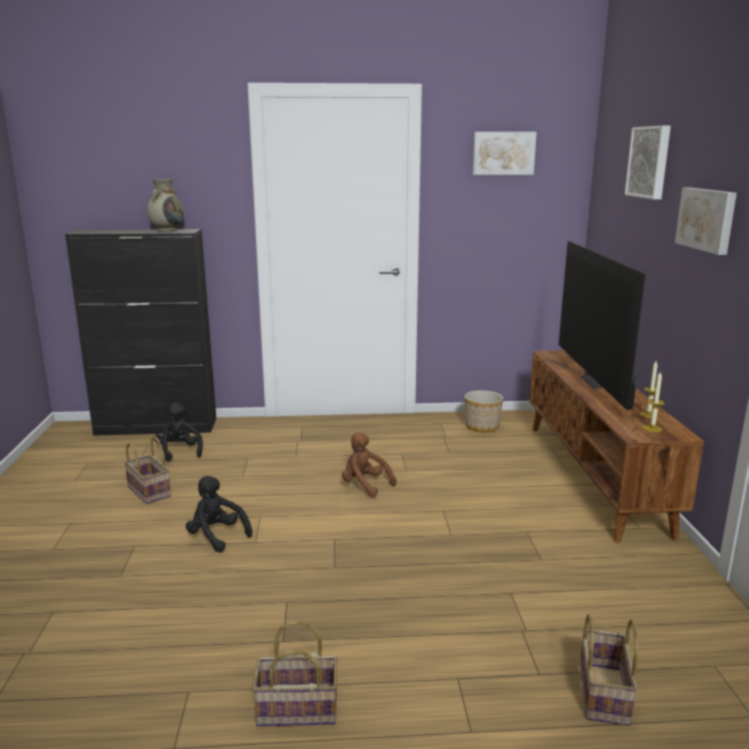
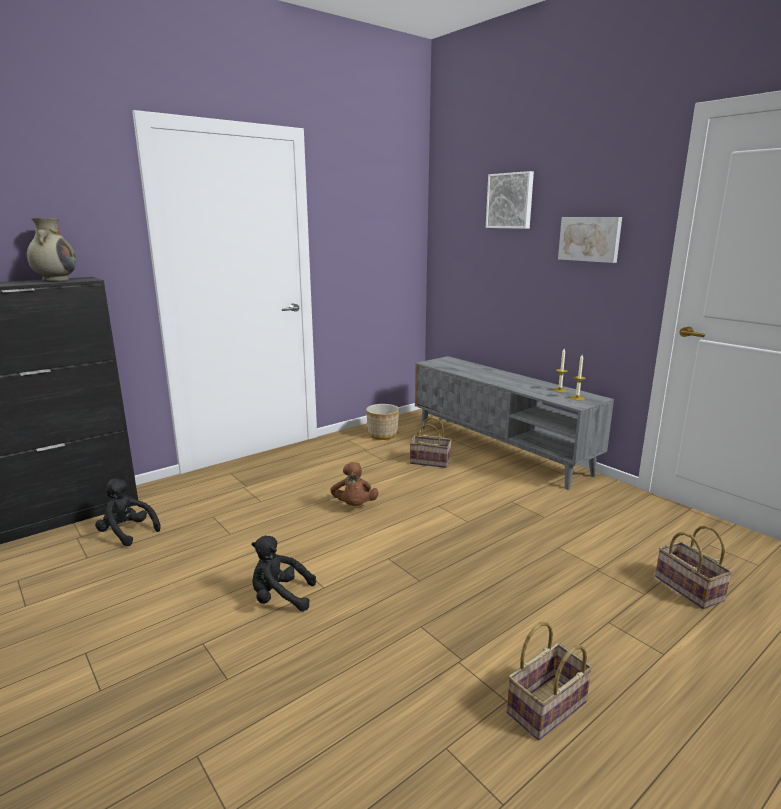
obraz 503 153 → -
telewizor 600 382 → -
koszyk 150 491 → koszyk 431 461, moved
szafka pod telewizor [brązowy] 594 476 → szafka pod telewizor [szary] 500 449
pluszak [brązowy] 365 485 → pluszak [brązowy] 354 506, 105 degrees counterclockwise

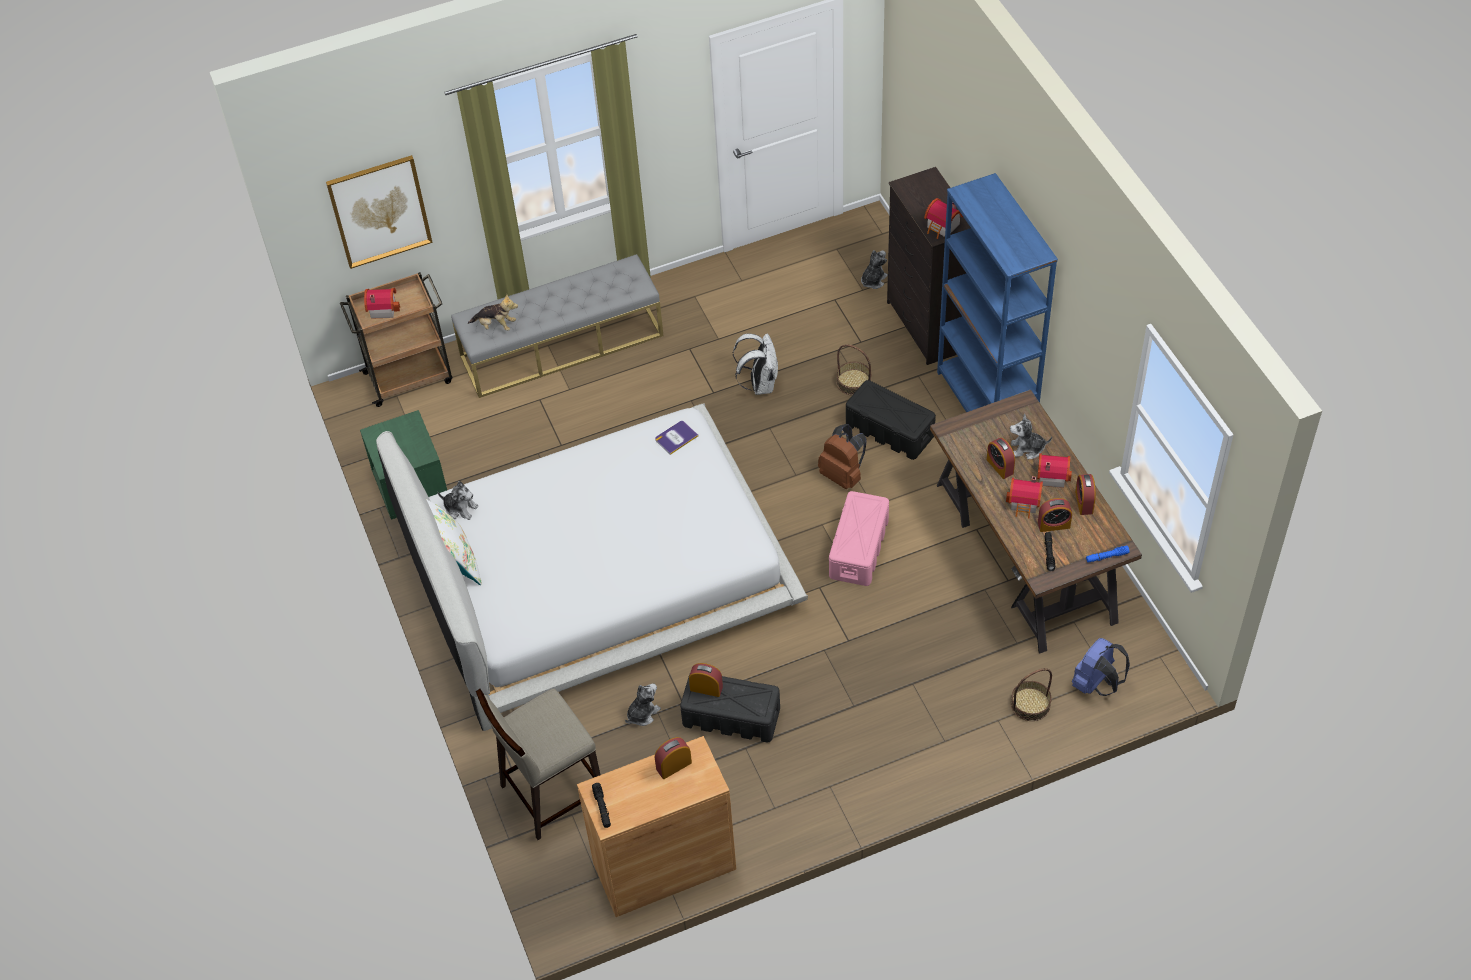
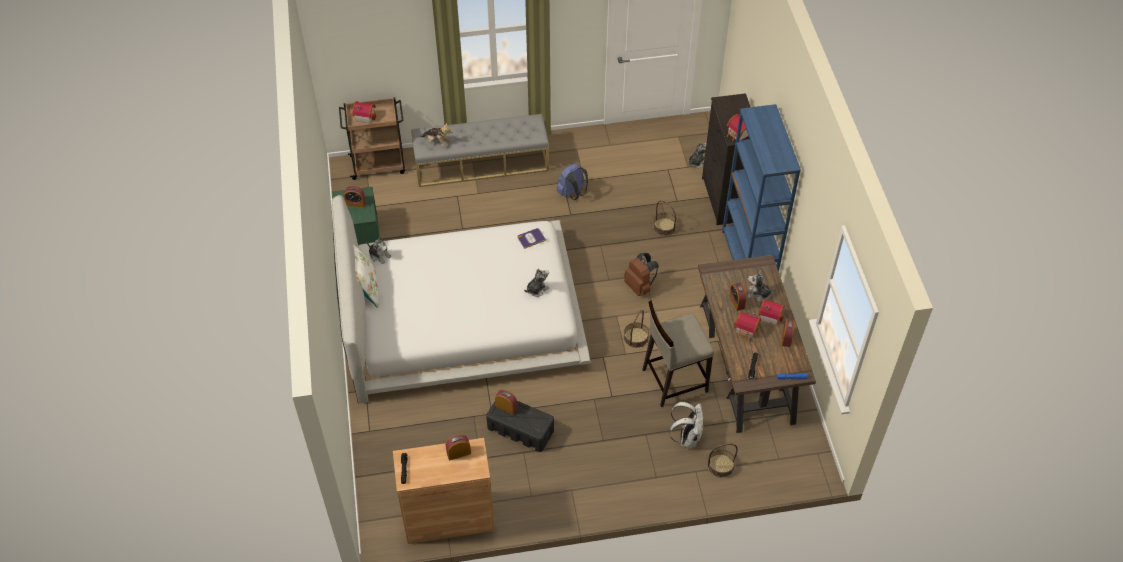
obraz 379 211 → -
pojemnik do przechowywania [czarny] 890 431 → -
stołek [beżowy] 551 792 → stołek [beżowy] 673 380, moved
pluszak 642 713 → pluszak 537 289, moved
plecak [biały] 760 384 → plecak [biały] 687 437, moved
budzik 1053 525 → budzik 355 203, moved
plecak [niebieski] 1096 684 → plecak [niebieski] 572 194, moved
pojemnik do przechowywania [różowy] 858 549 → koszyk 636 337

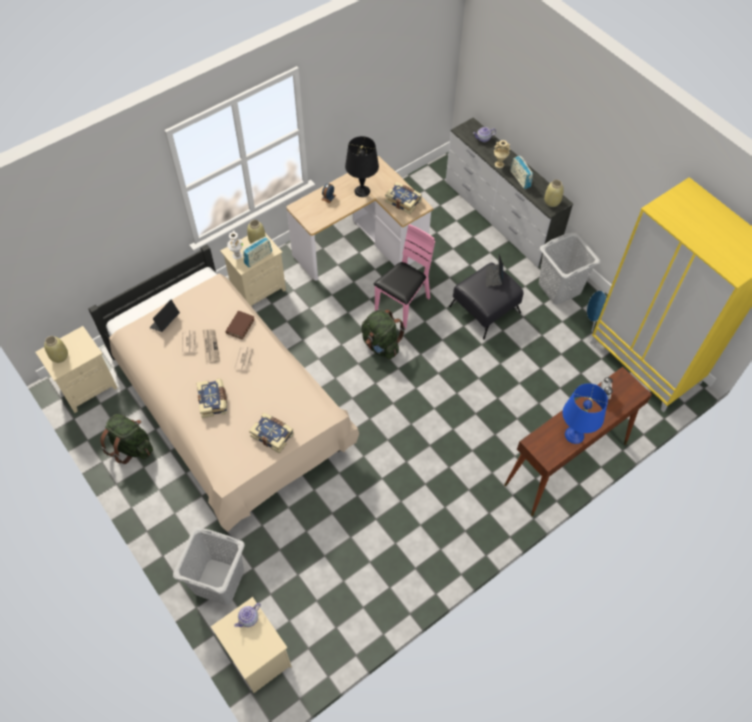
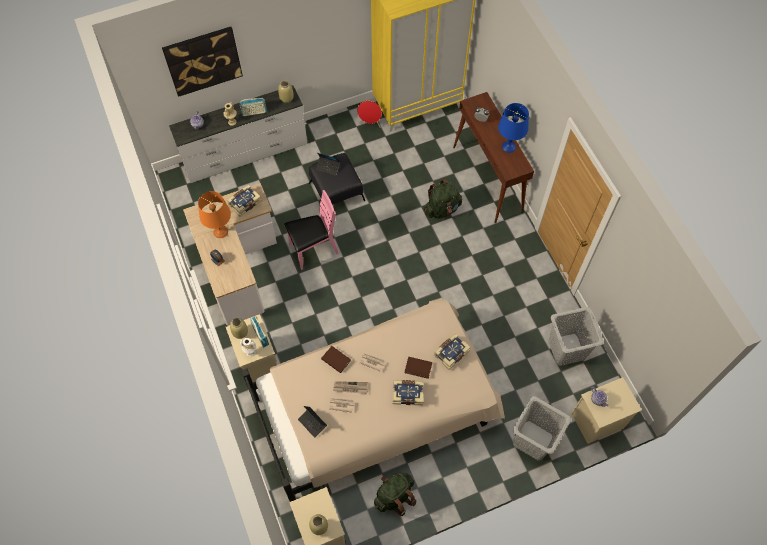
- → obraz 203 61
- → książka [brązowy] 418 368
plecak [zielony] 381 345 → plecak [zielony] 442 209, moved
kosz na pranie [szary] 559 288 → kosz na pranie [szary] 566 349, moved
lampa stołowa [czarny] 362 191 → lampa stołowa [pomarańczowy] 220 231
głośnik [niebieski] 592 320 → głośnik [czerwony] 370 123
krzesło [różowy] 403 305 → krzesło [różowy] 313 249, 105 degrees clockwise

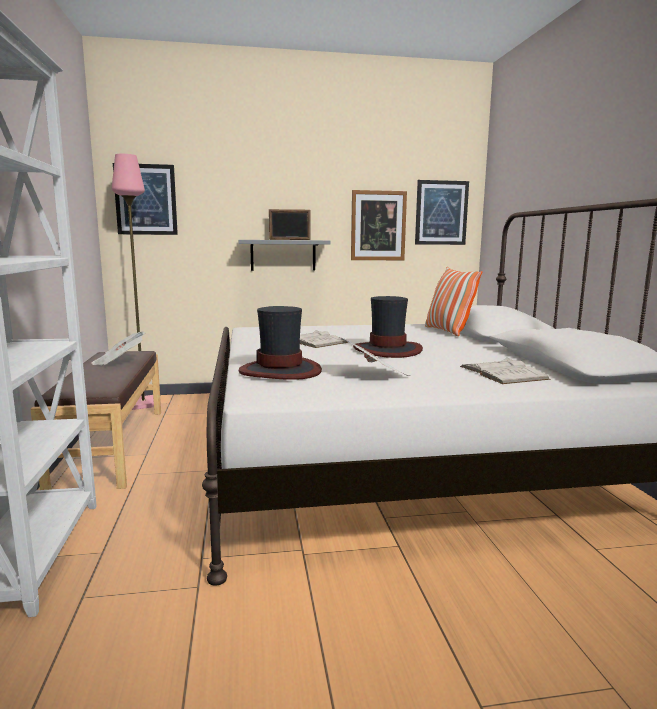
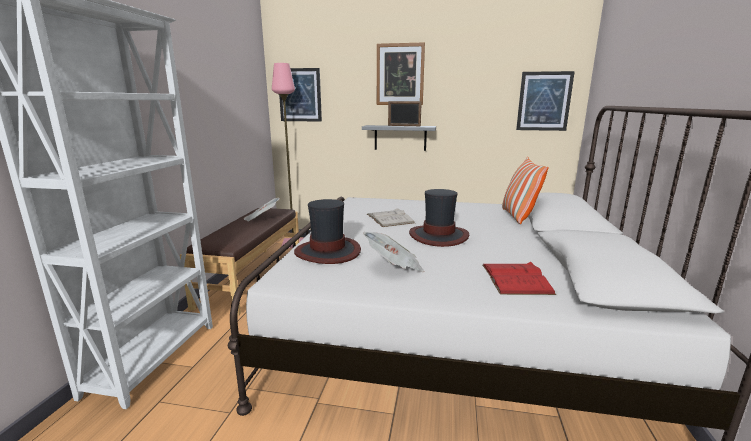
obraz 378 226 → obraz 400 74, moved
książka [biały] 503 373 → książka [czerwony] 516 278

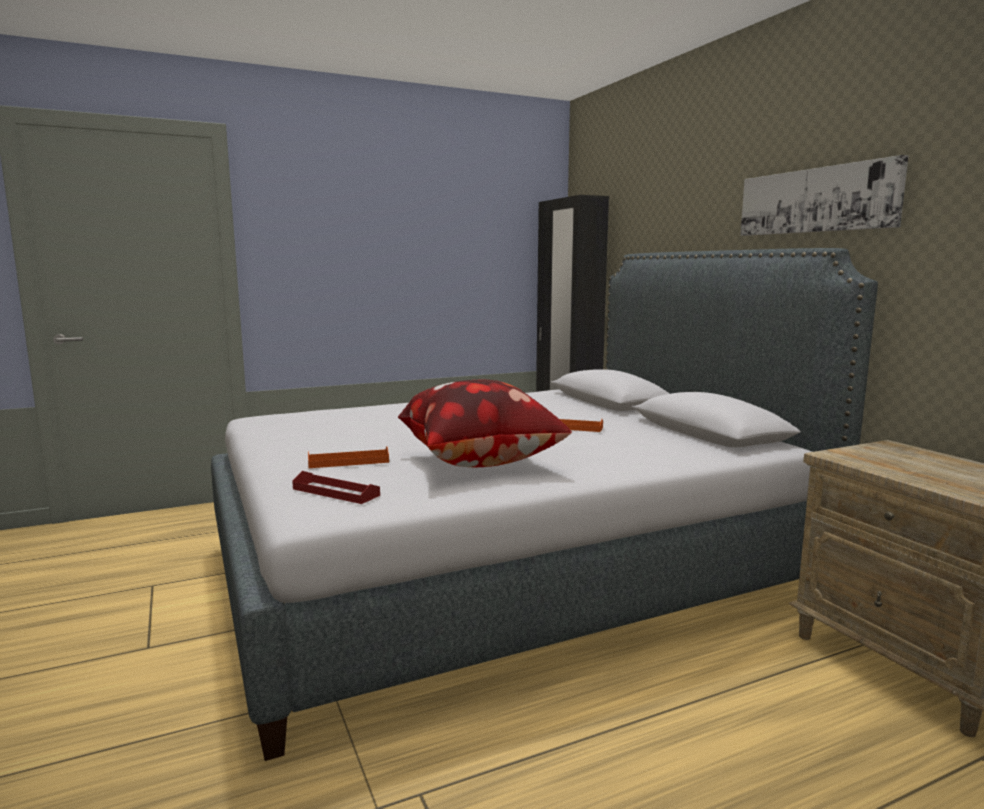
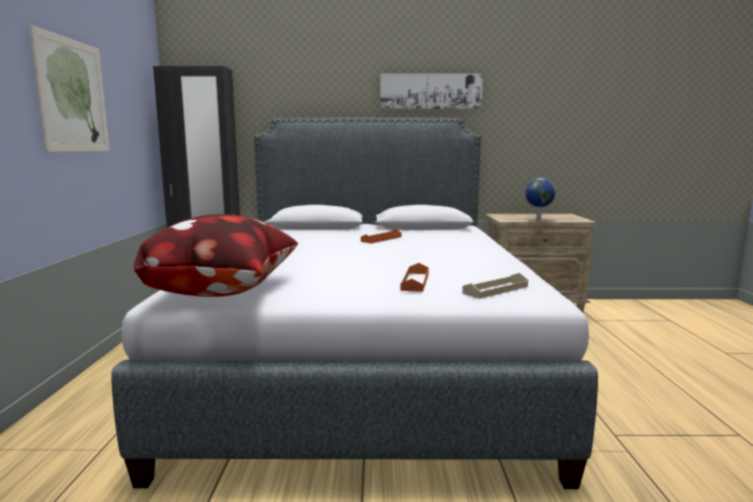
- → obraz 73 96
- → globus 537 220
poduszka 482 464 → poduszka 227 292, moved
taca [czerwony] 335 492 → taca [beżowy] 495 290

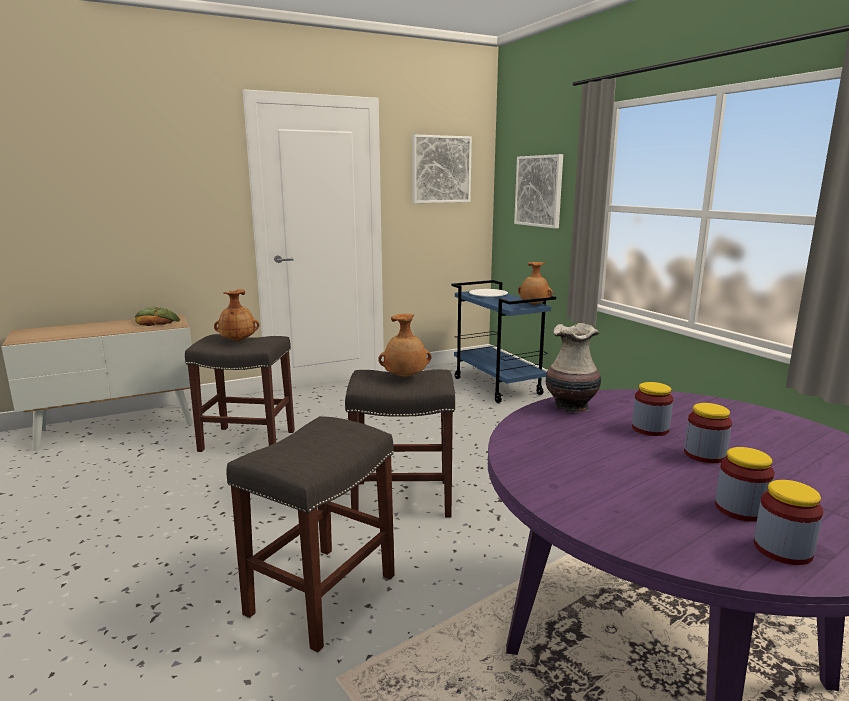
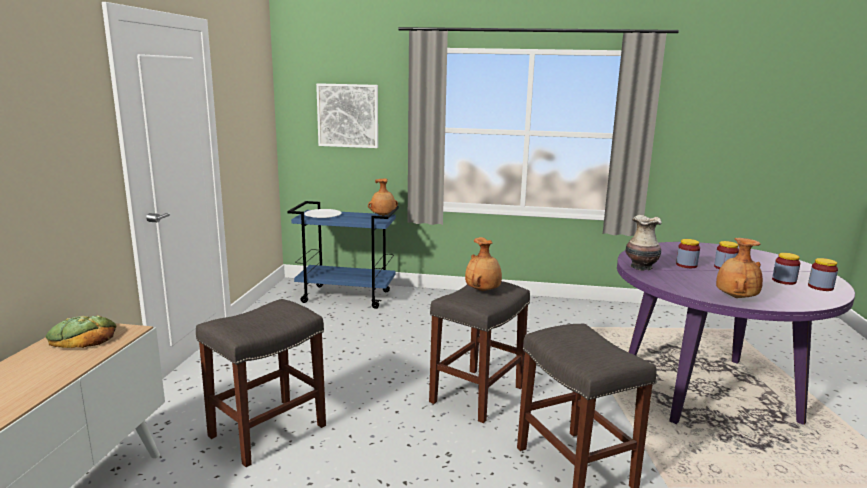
obraz 441 169 → -
wazon [brązowy] 238 340 → wazon [brązowy] 735 297, moved

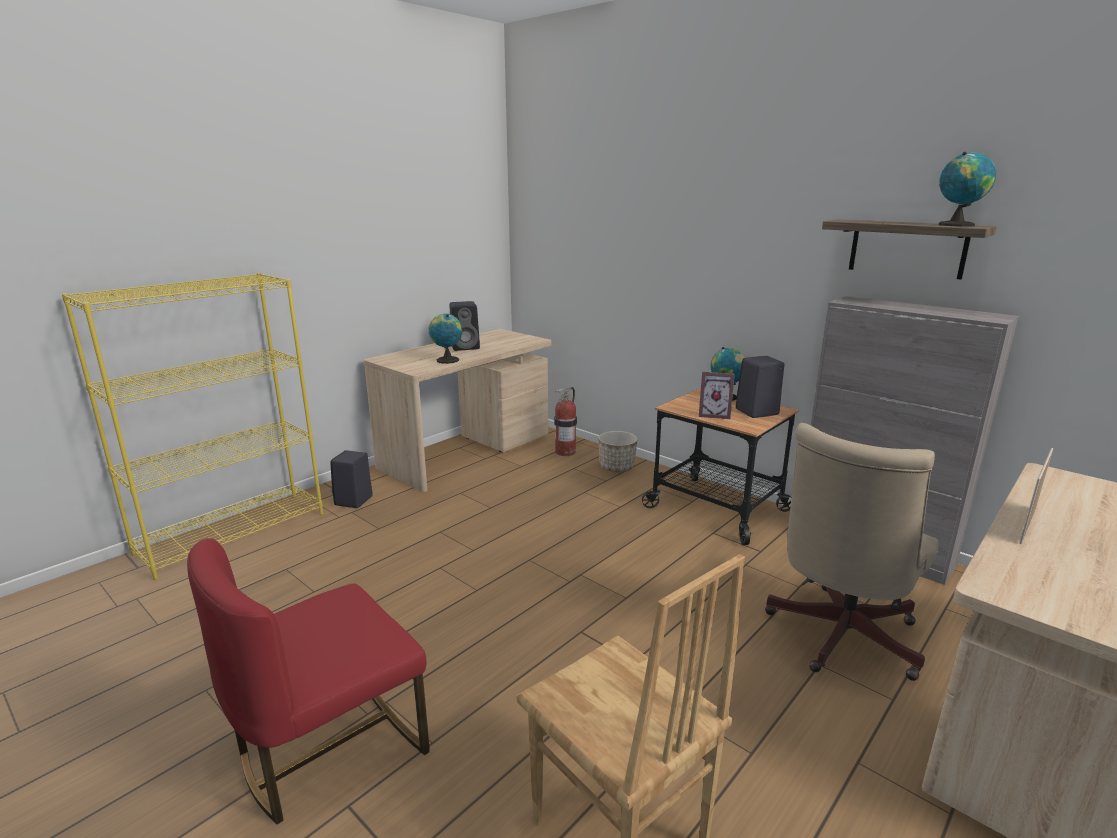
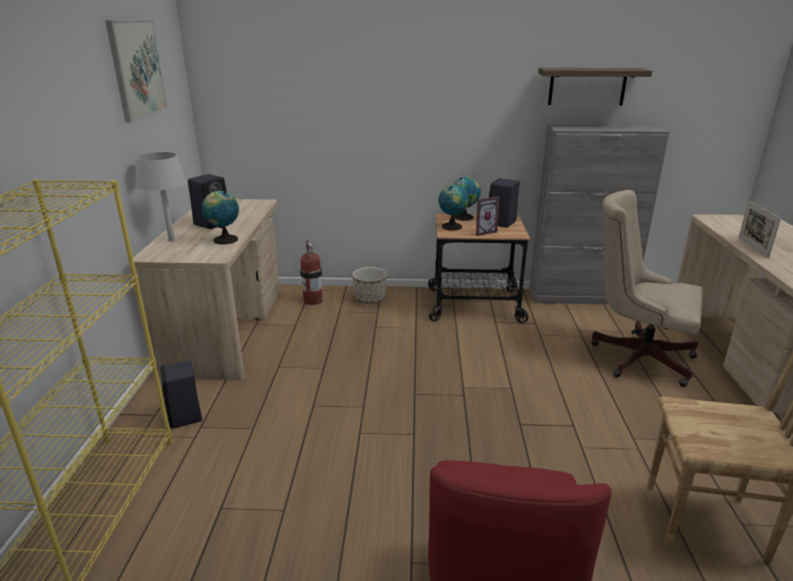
- → obraz 137 69
- → lampa stołowa [szary] 171 240
globus 957 225 → globus 452 226, moved
krzesło biurowe [beżowy] 838 638 → krzesło biurowe [beżowy] 636 356, 120 degrees clockwise

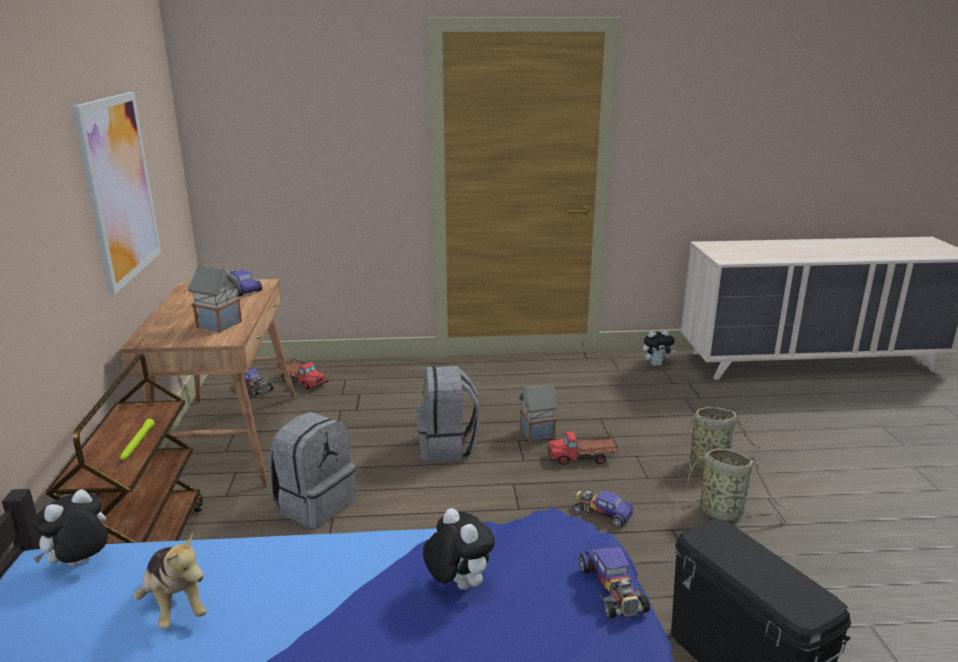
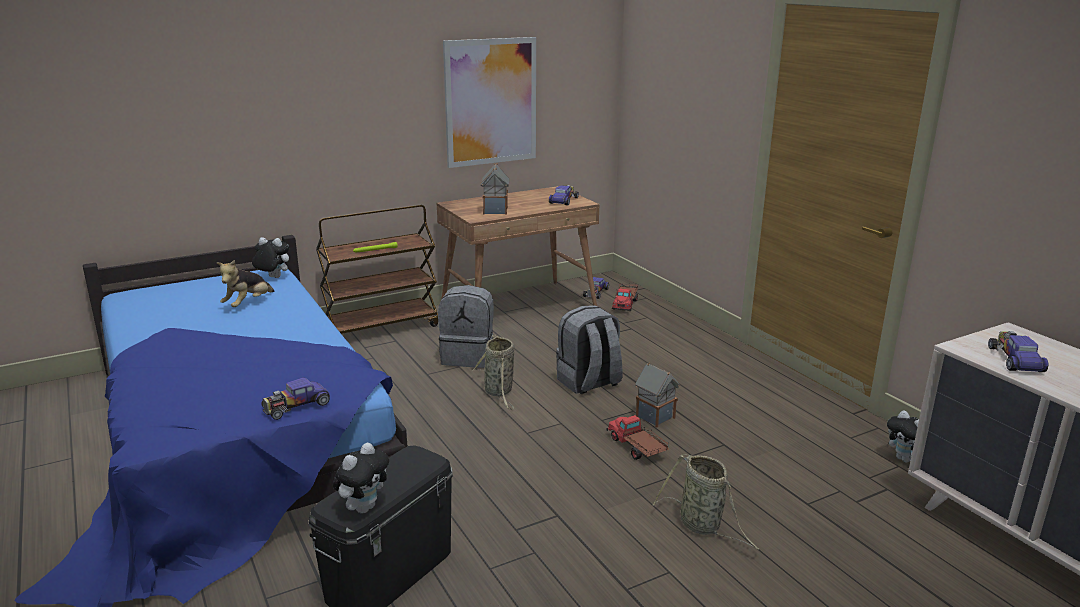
pluszak 457 584 → pluszak 364 507, moved
samochodzik 602 513 → samochodzik 1015 359, moved
koszyk 724 512 → koszyk 499 392, moved

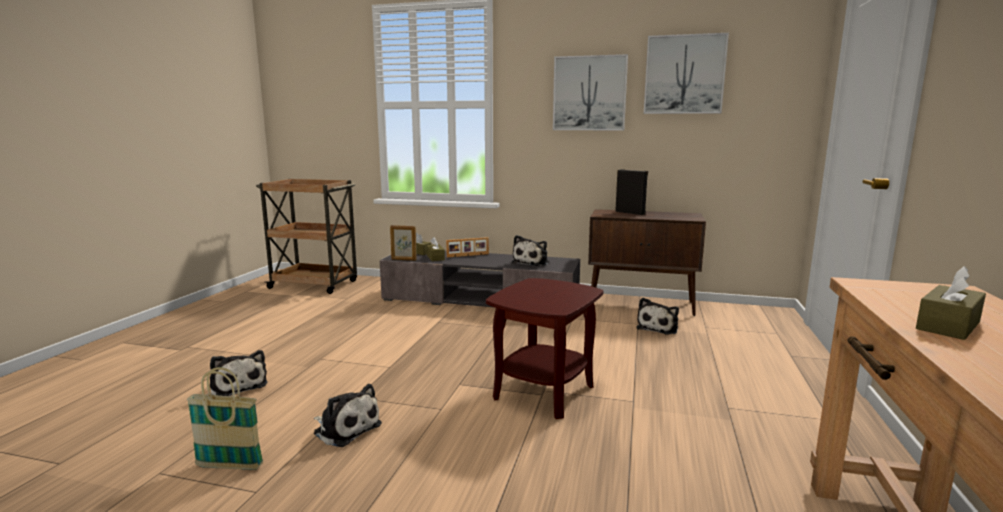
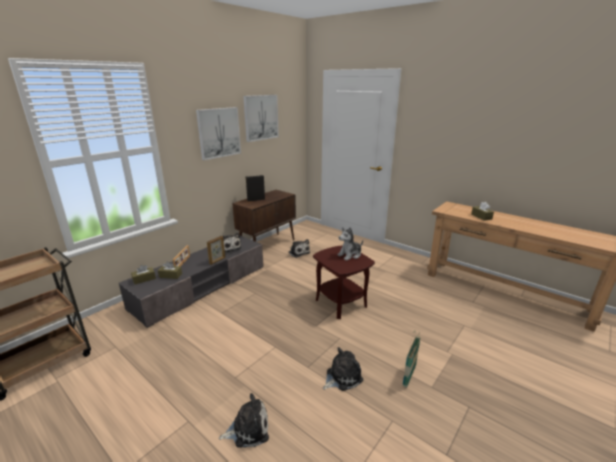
- → pluszak 350 255
koszyk 230 466 → koszyk 409 376, moved
ramka na zdjęcie 403 260 → ramka na zdjęcie 217 261, moved

